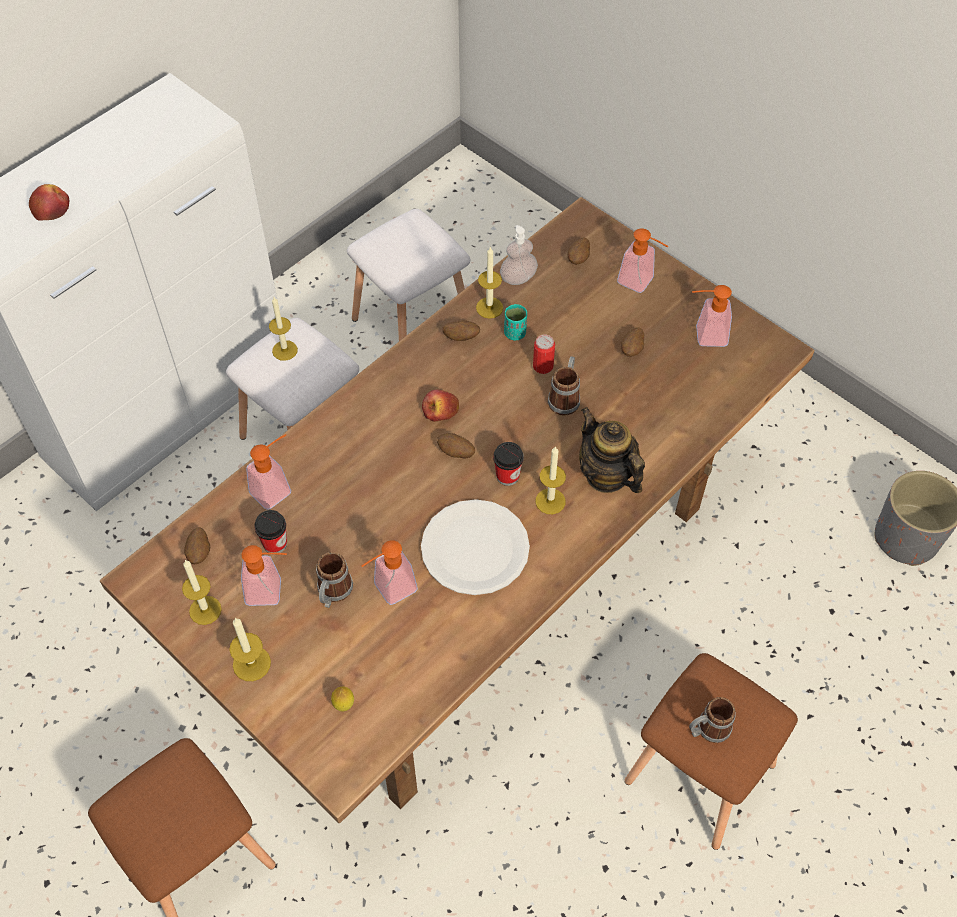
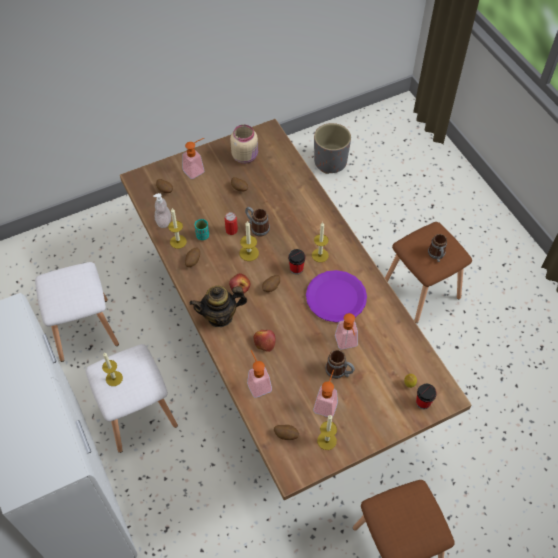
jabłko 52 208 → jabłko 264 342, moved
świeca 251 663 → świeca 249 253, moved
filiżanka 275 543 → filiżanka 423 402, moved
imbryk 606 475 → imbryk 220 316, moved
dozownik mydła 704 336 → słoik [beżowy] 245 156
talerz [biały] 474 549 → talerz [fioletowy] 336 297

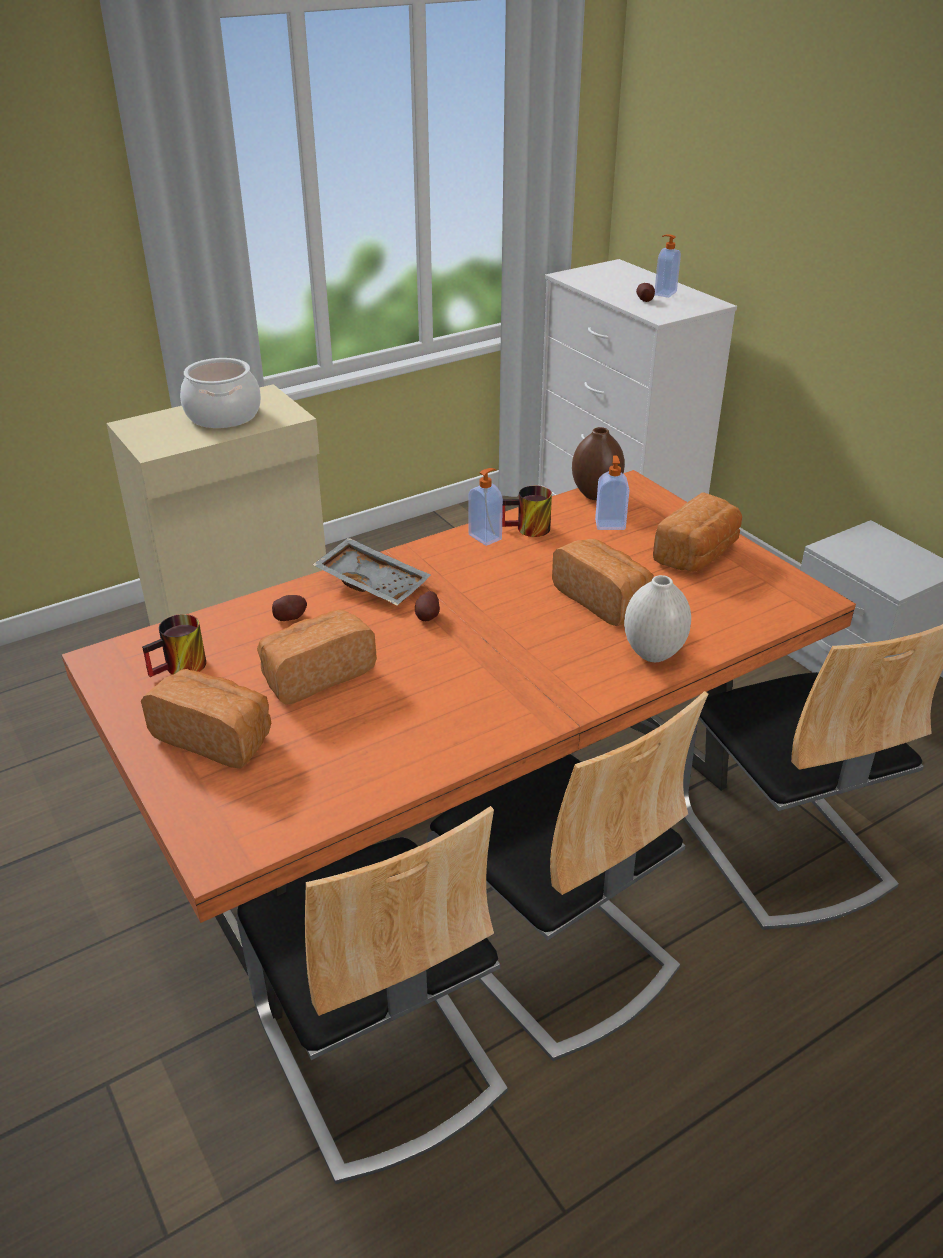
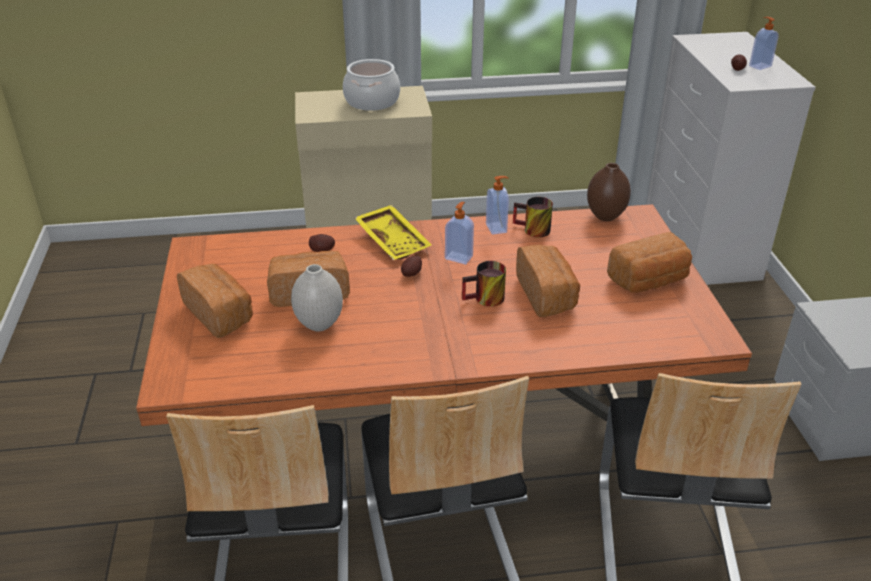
kubek 181 669 → kubek 485 300, moved
dozownik mydła 610 524 → dozownik mydła 459 257, moved
wazon [biały] 654 654 → wazon [biały] 320 325, moved
taca [szary] 374 582 → taca [żółty] 394 240

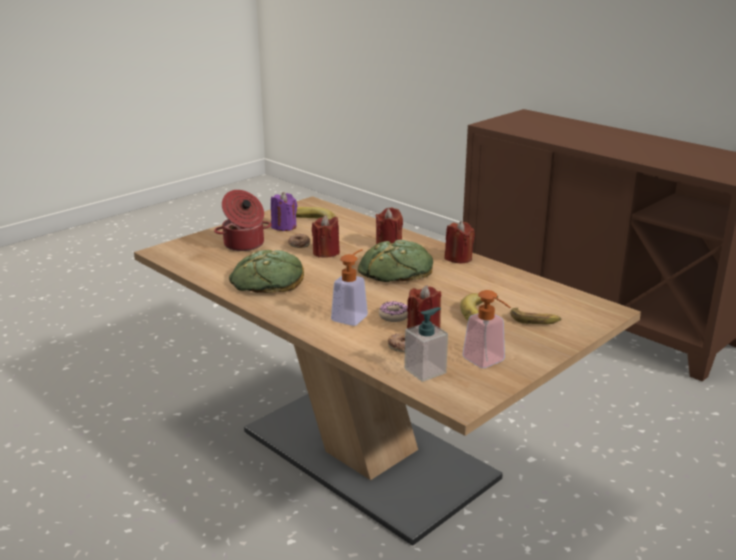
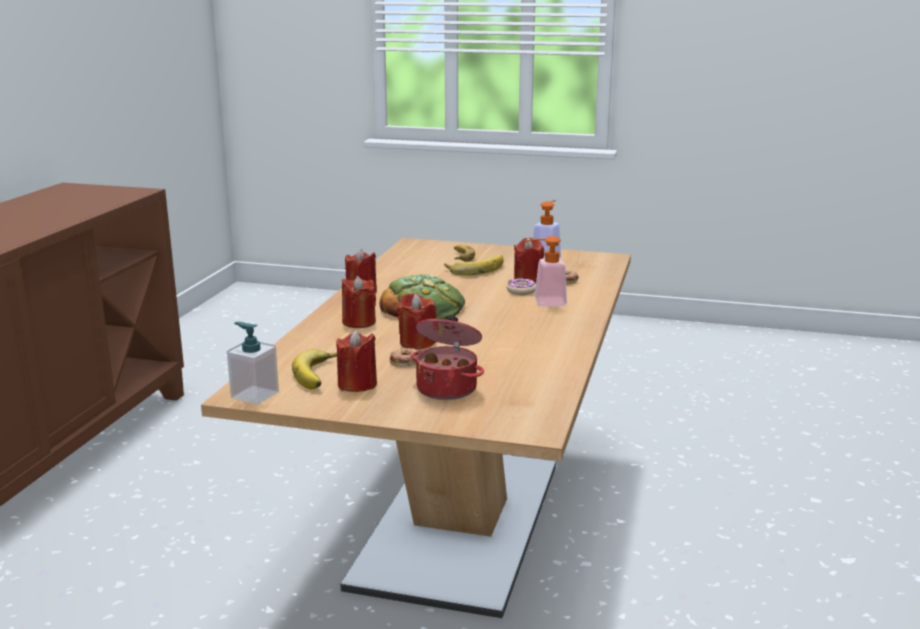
chleb 267 280 → -
dozownik mydła 425 371 → dozownik mydła 254 395, moved
świeca [fioletowy] 284 226 → świeca [czerwony] 357 385

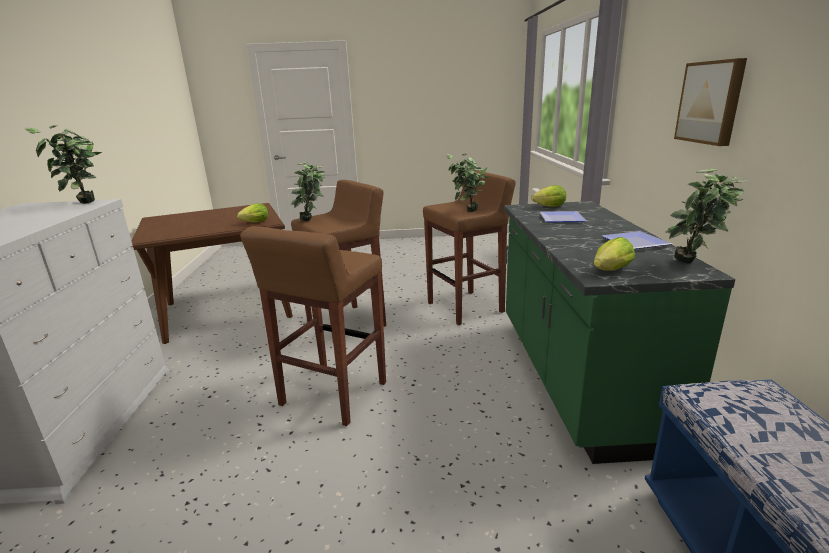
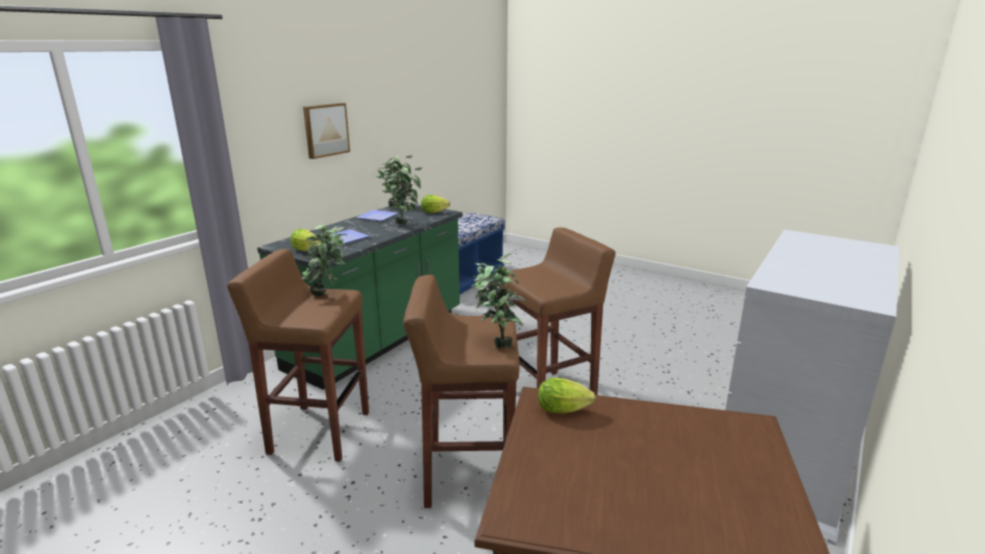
roślina doniczkowa 84 204 → roślina doniczkowa 404 223, moved

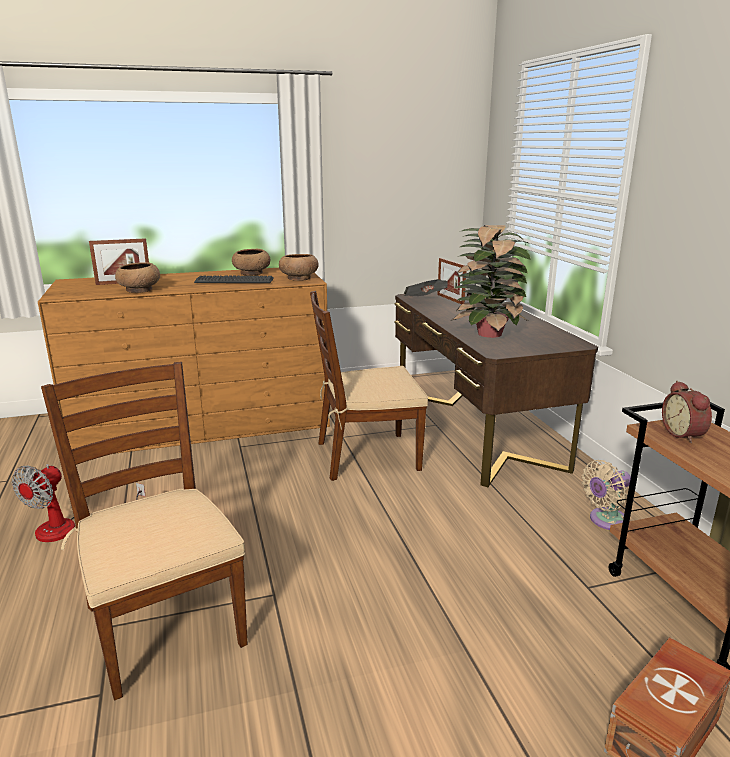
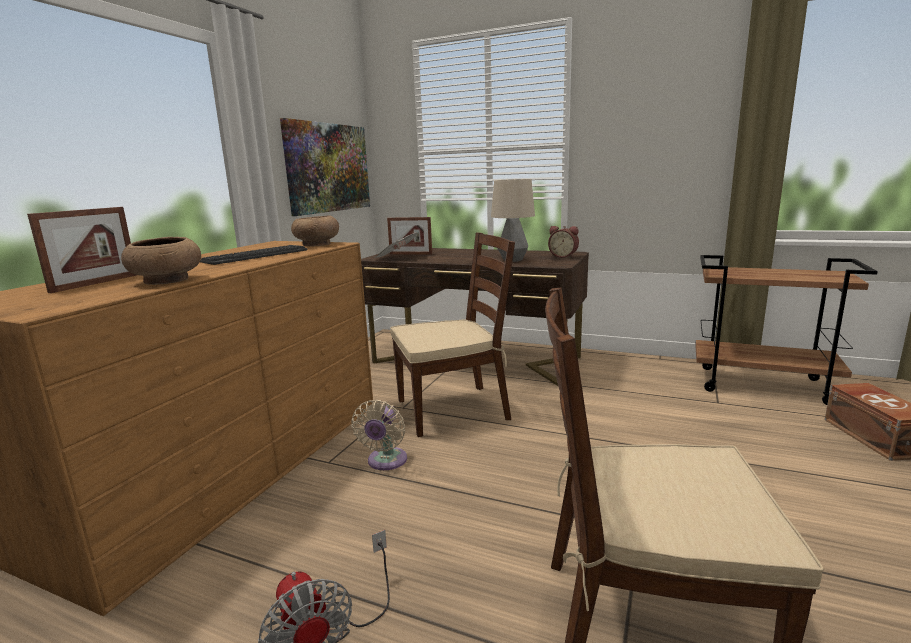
miska [brązowy] 252 273 → -
- → obraz 328 168
wentylator [beżowy] 605 521 → wentylator [beżowy] 385 462, moved
budzik 684 434 → budzik 563 256, moved
roślina doniczkowa 489 333 → lampa stołowa 512 260
krzesło [brązowy] 366 456 → krzesło [brązowy] 453 409, 135 degrees counterclockwise

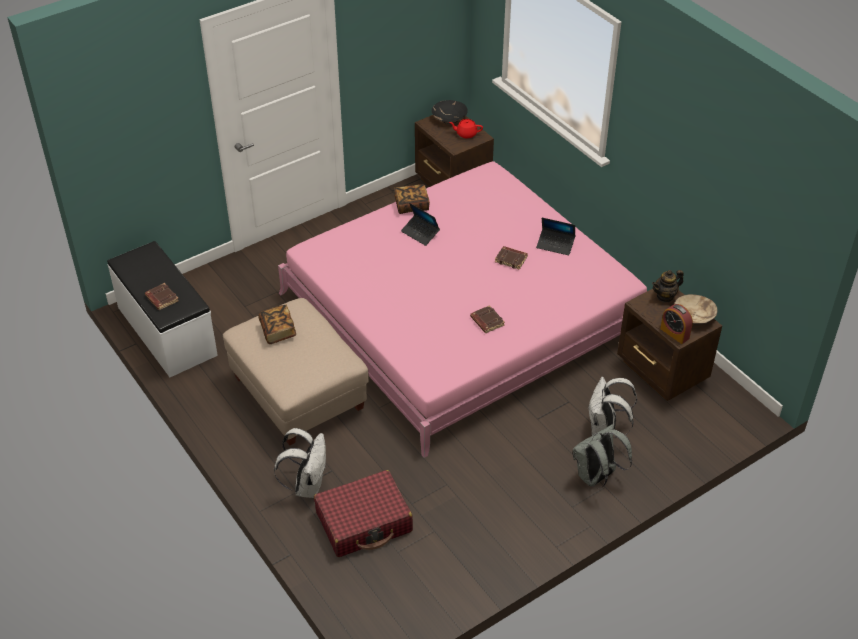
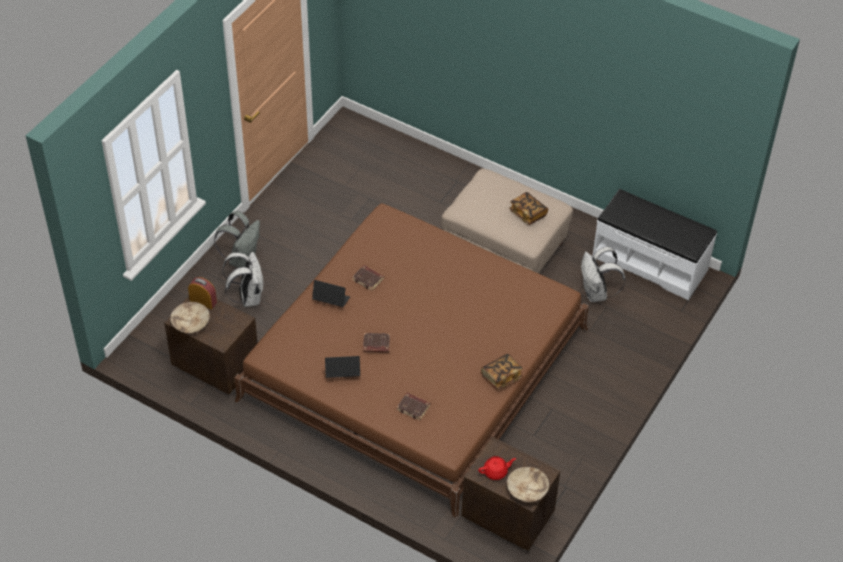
walizka [czerwony] 364 522 → -
imbryk 665 296 → -
książka [brązowy] 161 299 → książka [brązowy] 414 407, moved
plecak [biały] 307 485 → plecak [biały] 596 293, moved
laptop 420 233 → laptop 331 300, moved
łóżko [różowy] 462 313 → łóżko [brązowy] 415 364
miska [czarny] 449 118 → miska [beżowy] 527 490

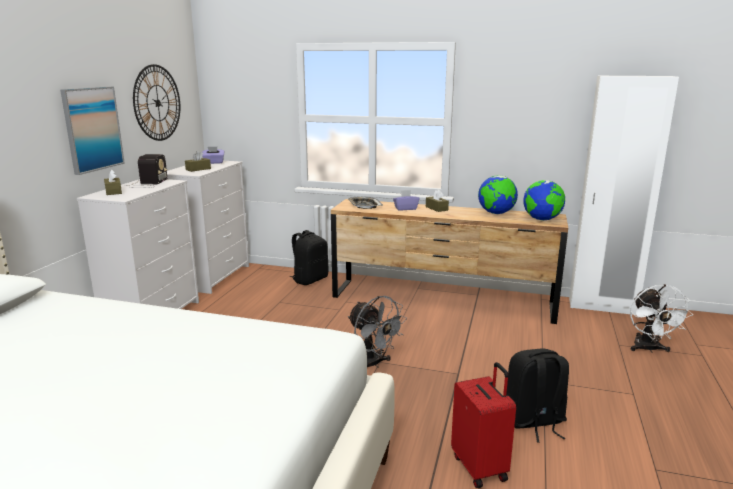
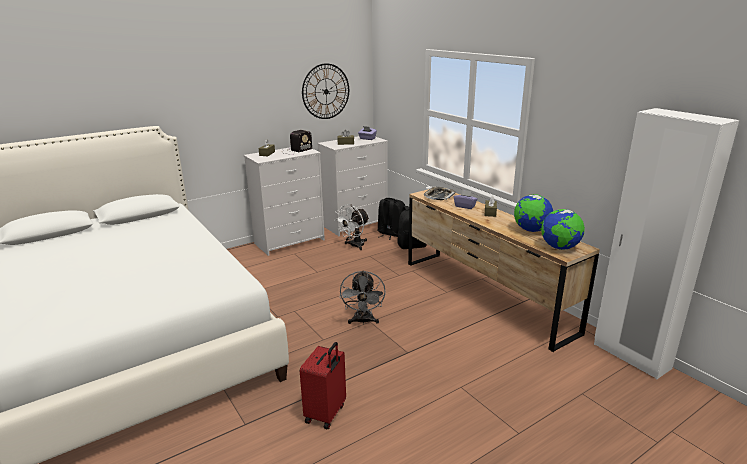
obraz 92 129 → -
plecak [czarny] 534 422 → plecak [czarny] 390 234, moved
wentylator [biały] 648 349 → wentylator [biały] 354 246, moved

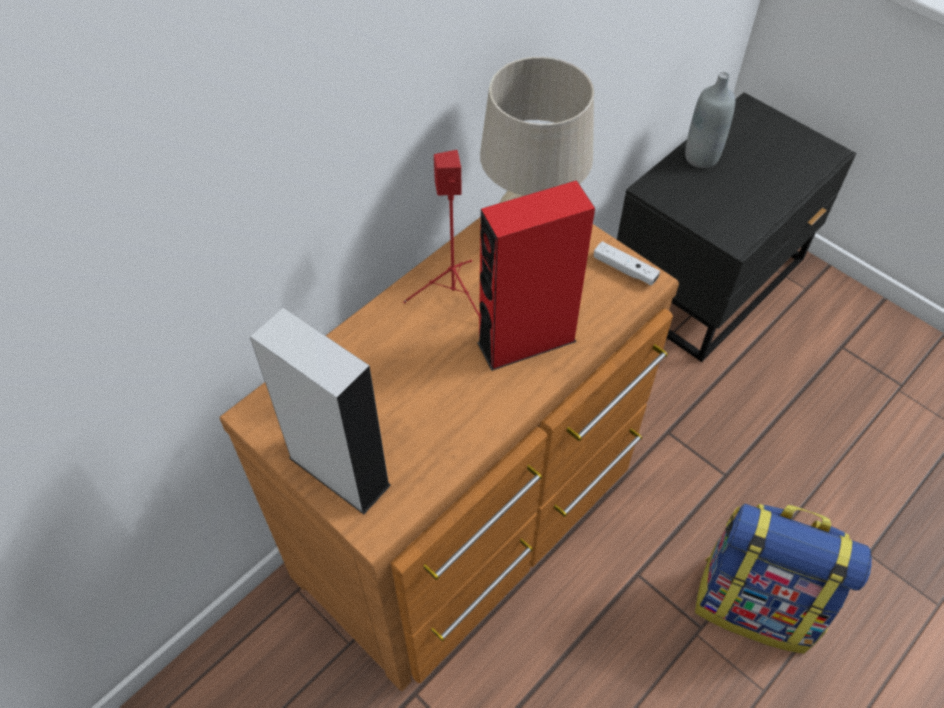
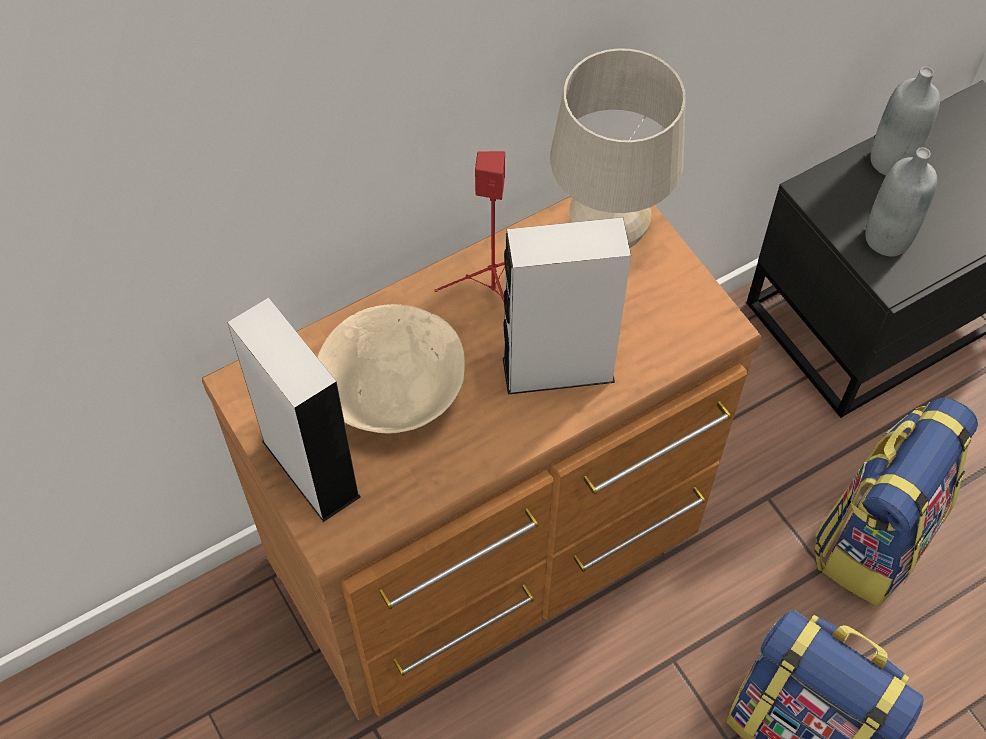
pad do gier [biały] 624 269 → -
- → miska [beżowy] 395 394
- → plecak 874 537
- → butelka [szary] 887 238
głośnik [czerwony] 526 342 → głośnik [szary] 558 370

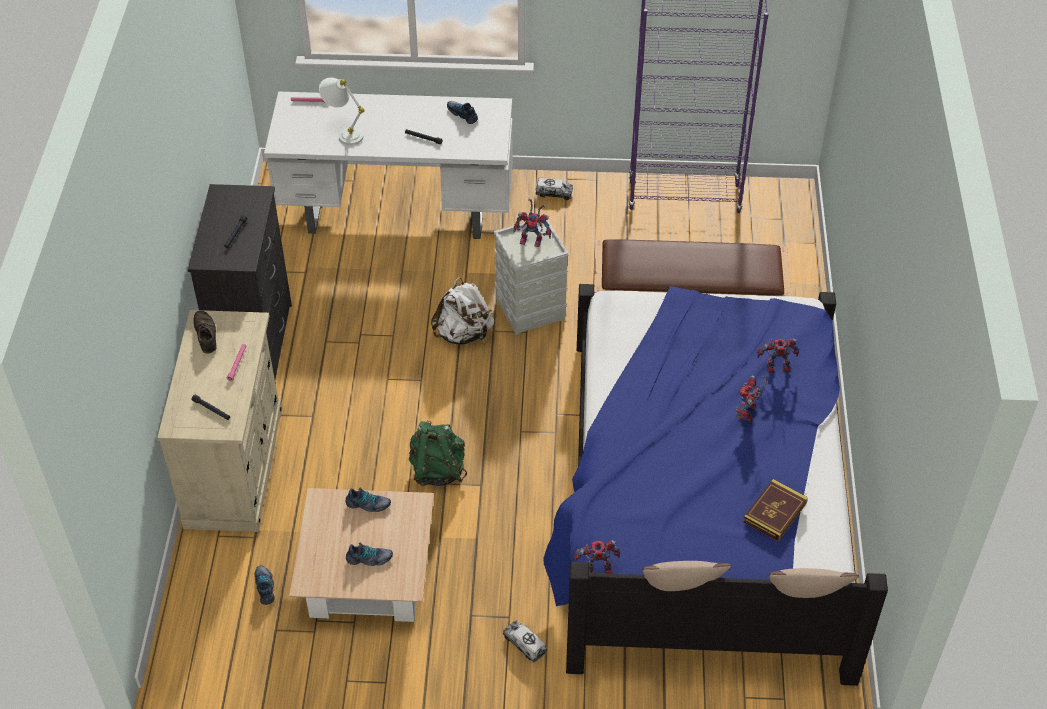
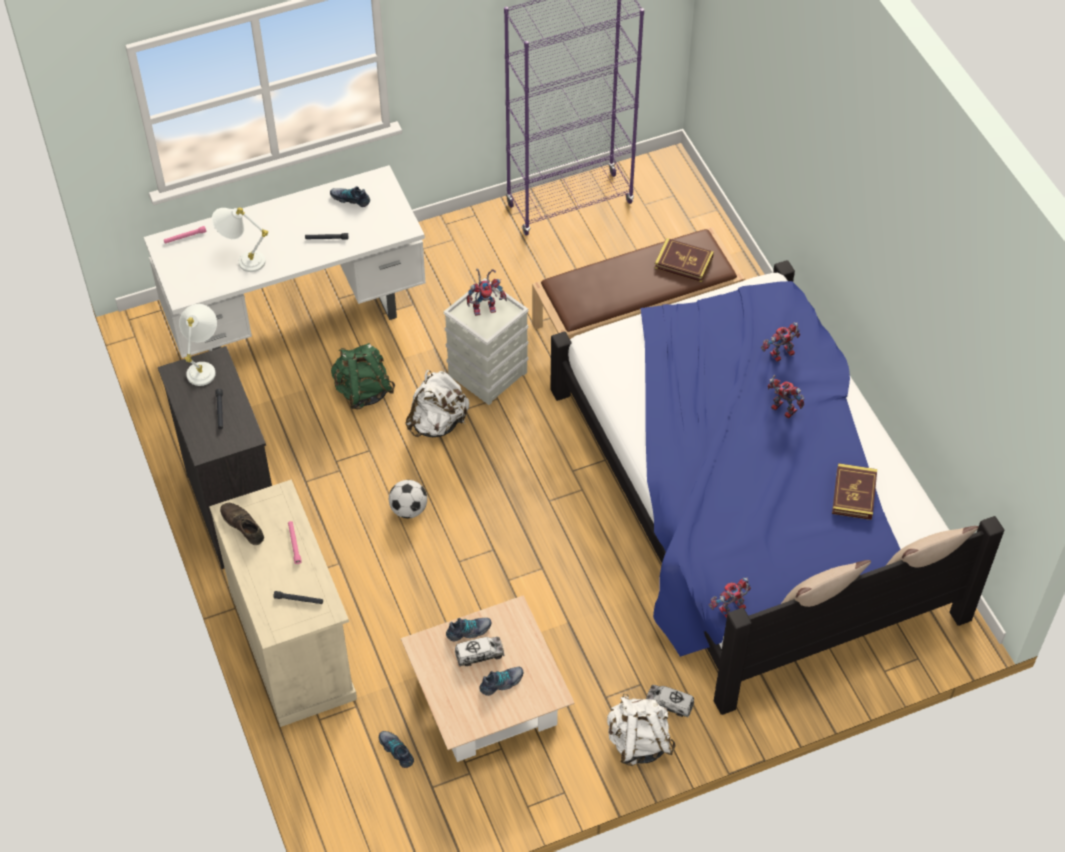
- → lampa stołowa [biały] 204 366
- → piłka futbolowa 408 509
- → plecak [biały] 638 742
- → książka 683 262
plecak [zielony] 437 470 → plecak [zielony] 363 391, moved
ciężarówka zabawkowa 554 193 → ciężarówka zabawkowa 479 654, moved
robot zabawkowy 748 414 → robot zabawkowy 780 409, 135 degrees clockwise

